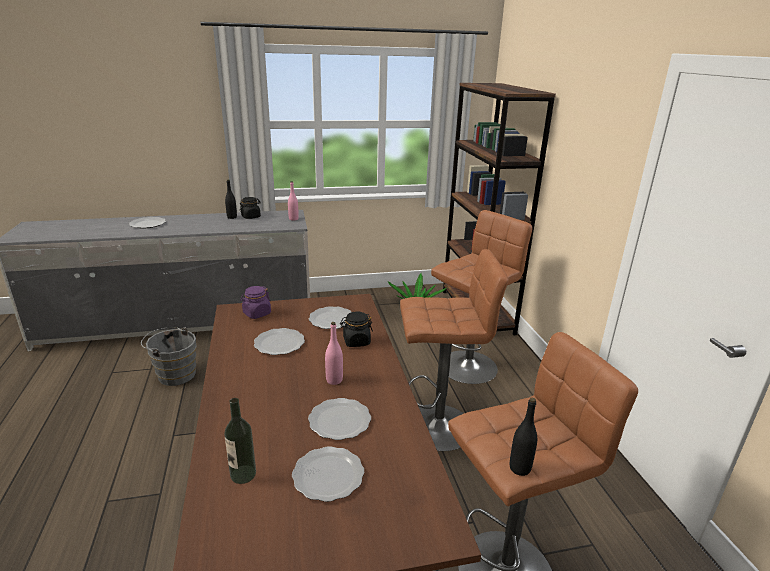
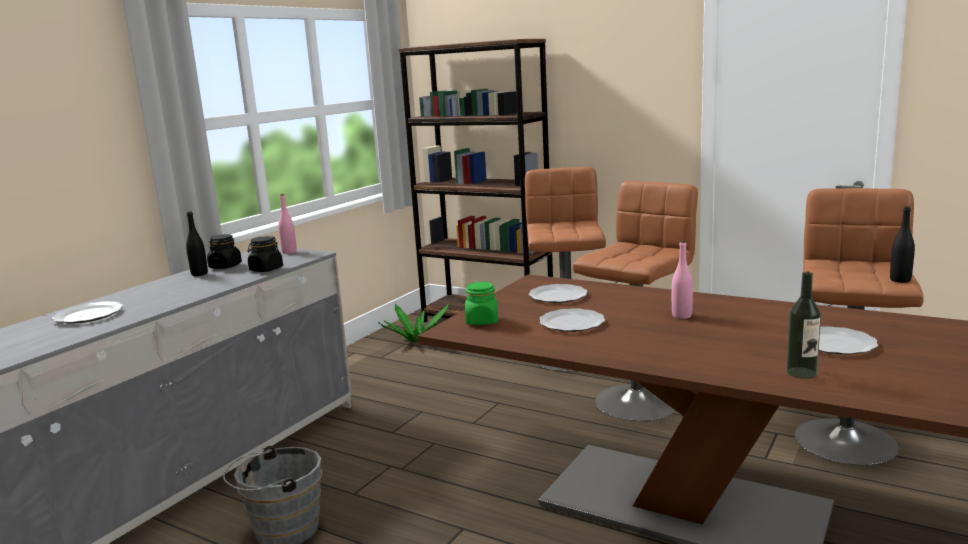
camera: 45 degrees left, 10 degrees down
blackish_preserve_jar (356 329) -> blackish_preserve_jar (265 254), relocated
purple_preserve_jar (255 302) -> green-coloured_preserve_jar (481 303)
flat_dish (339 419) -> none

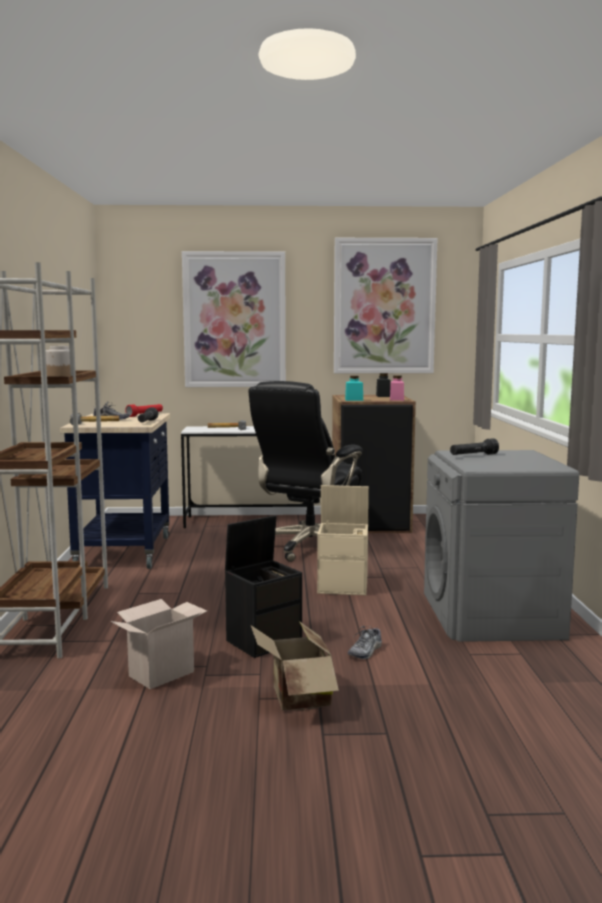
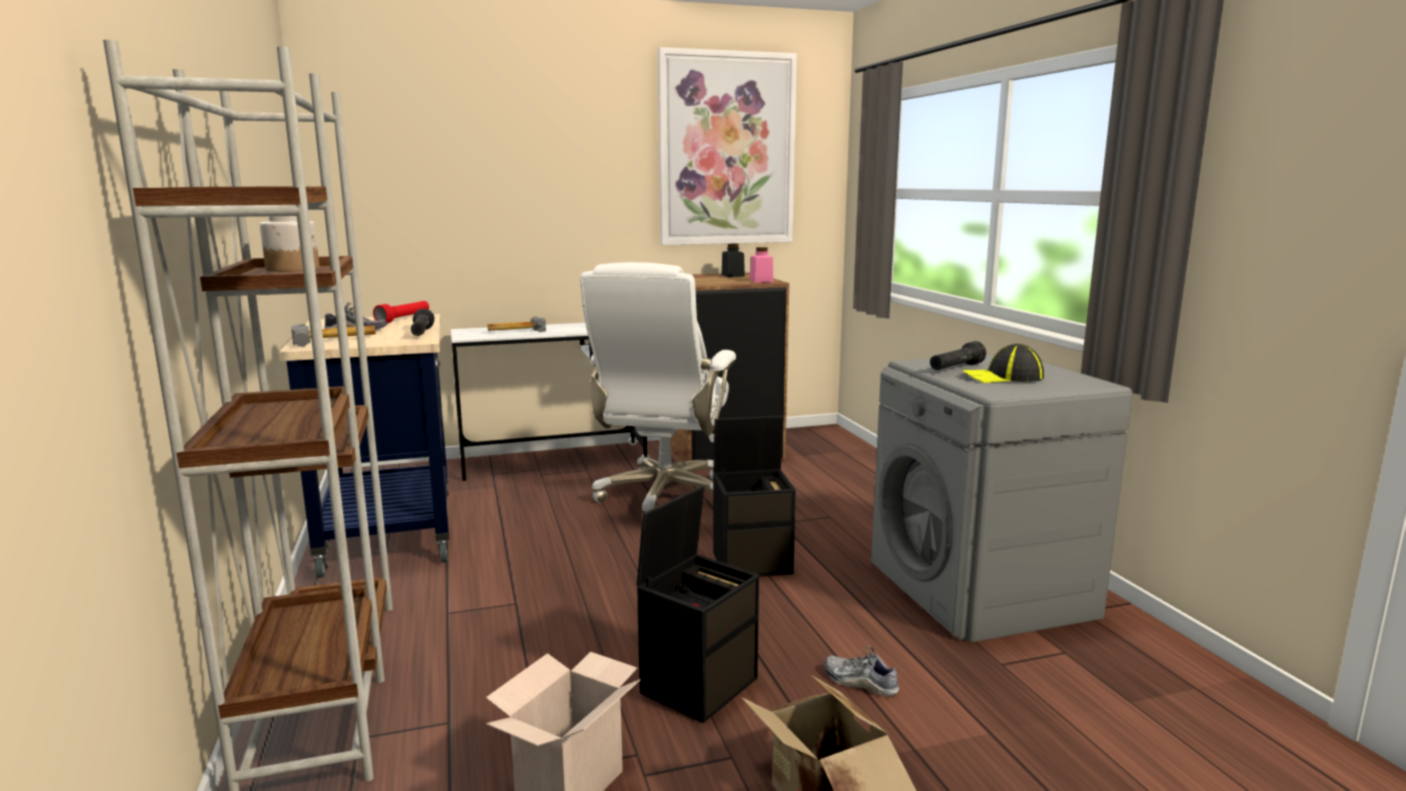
camera: 15 degrees left, 5 degrees up
blackish_computer_chair (306 471) -> whitish_computer_chair (658 387)
sand-coloured_storage_container (343 540) -> blackish_storage_container (754 496)
low_shoe (365 642) -> low_shoe (861 671), 105 degrees clockwise
none -> peaked_cap (1003 363)
wall_art (234 319) -> none
turquoise-coloured_preserve_jar (354 388) -> none

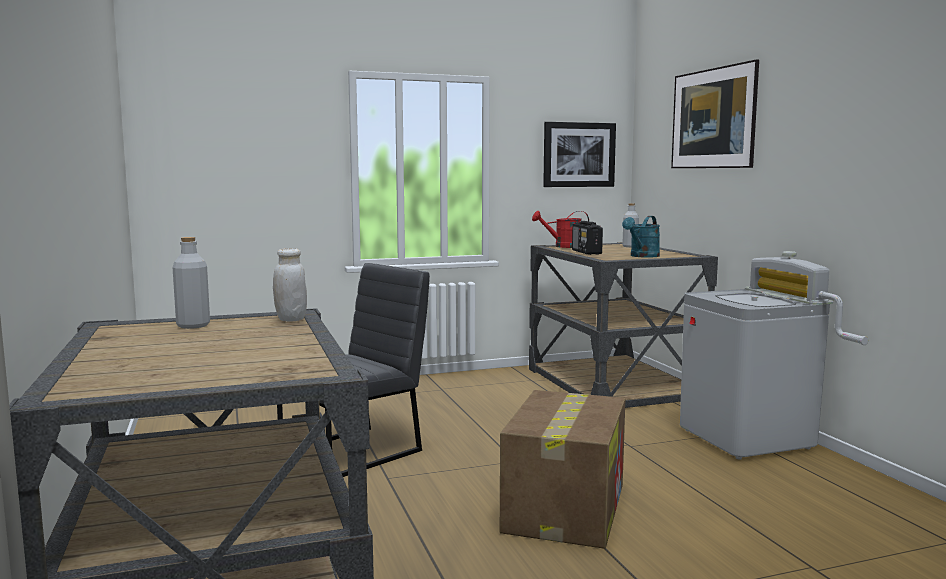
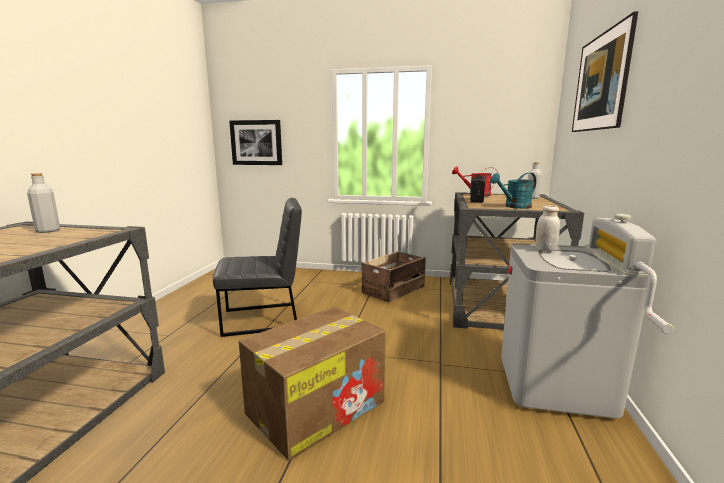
camera: 30 degrees right, 5 degrees up
wall_art (579 154) -> wall_art (255 142), relocated
none -> shipping_crate (394 276)
whitish_preserve_jar (290 284) -> whitish_preserve_jar (548 229), relocated

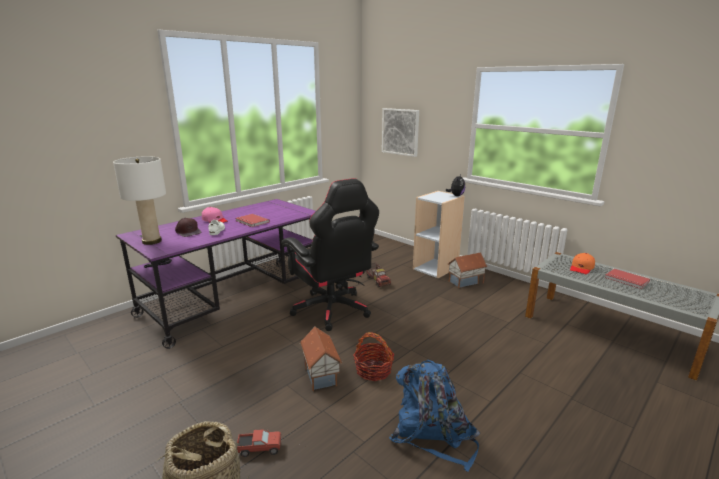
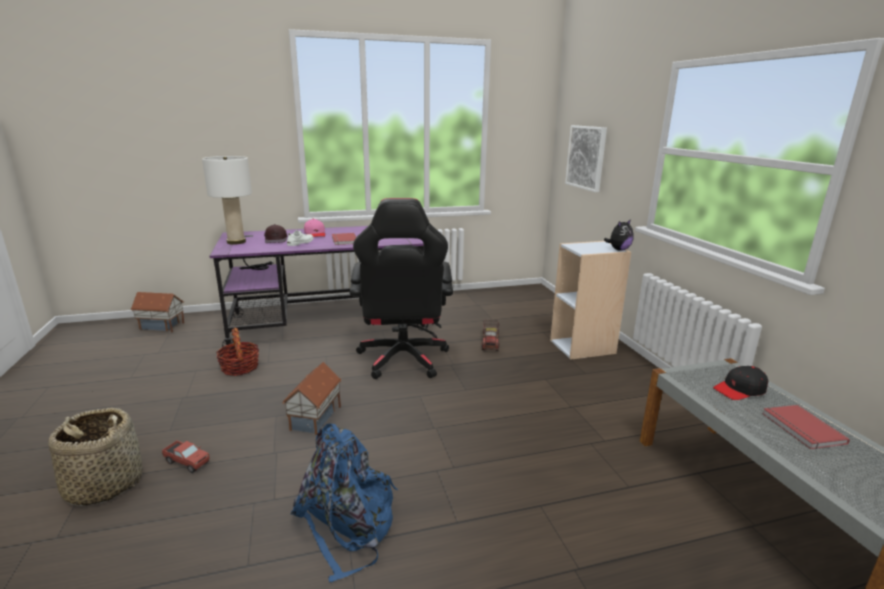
camera: 30 degrees right, 0 degrees up
model_house (467 270) -> model_house (157 312), relocated
basket (374 356) -> basket (237 352), relocated
orangey_peaked_cap (582 263) -> blackish_peaked_cap (740 383)

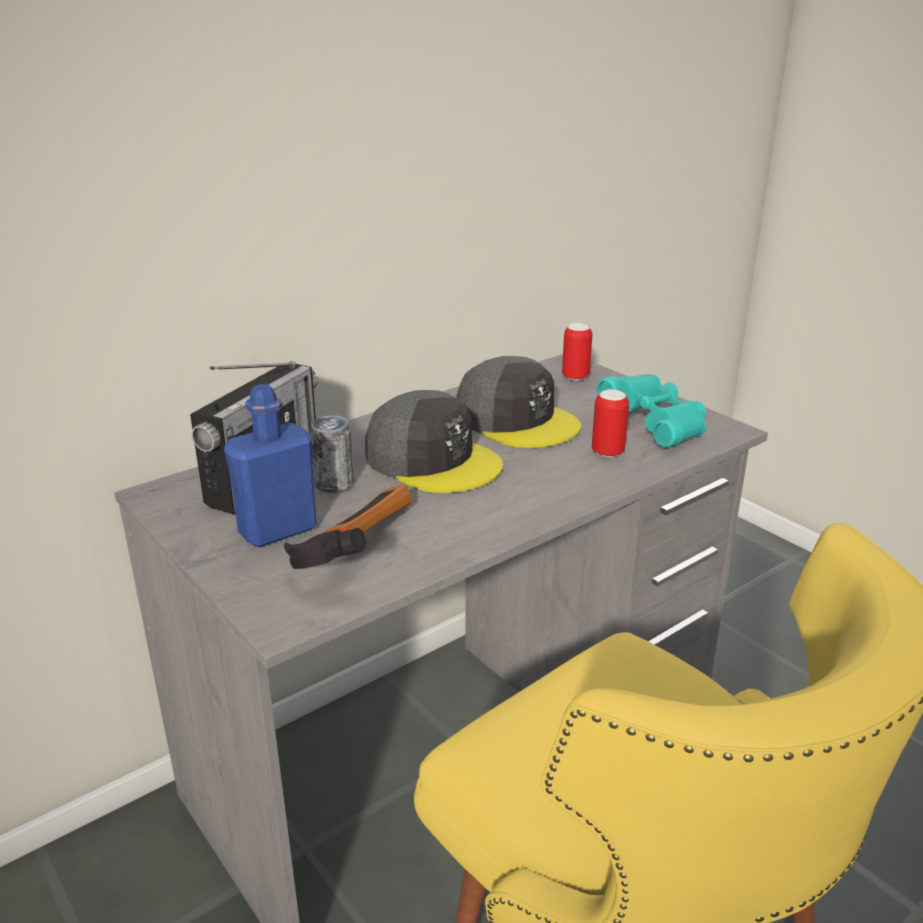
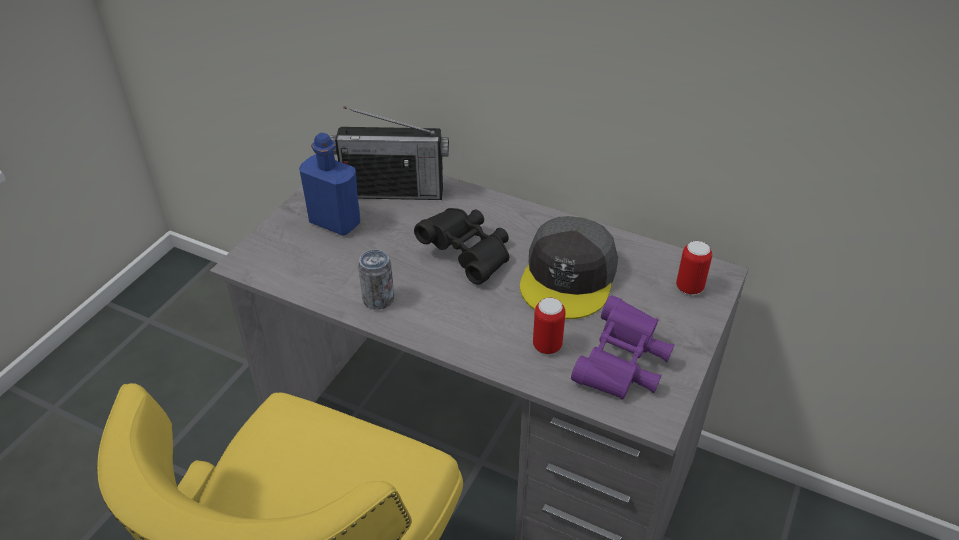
camera: 65 degrees right, 15 degrees up
can (332 454) -> can (376 279), relocated
greyish_peaked_cap (434 441) -> blackish_field_glasses (461 246)
turquoise-coloured_field_glasses (651 410) -> purple_field_glasses (623 347)
hammer (348 527) -> none

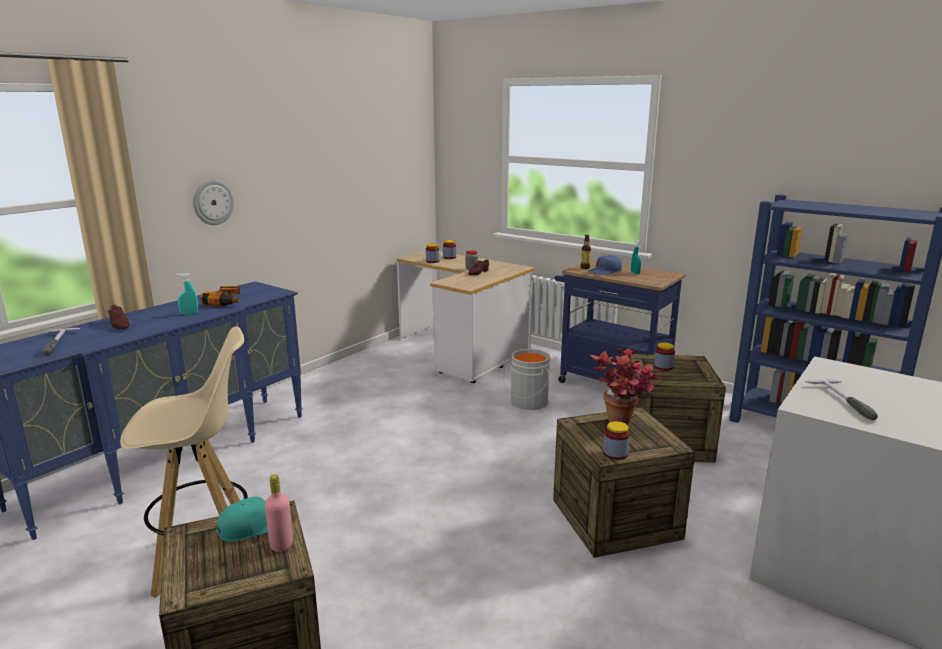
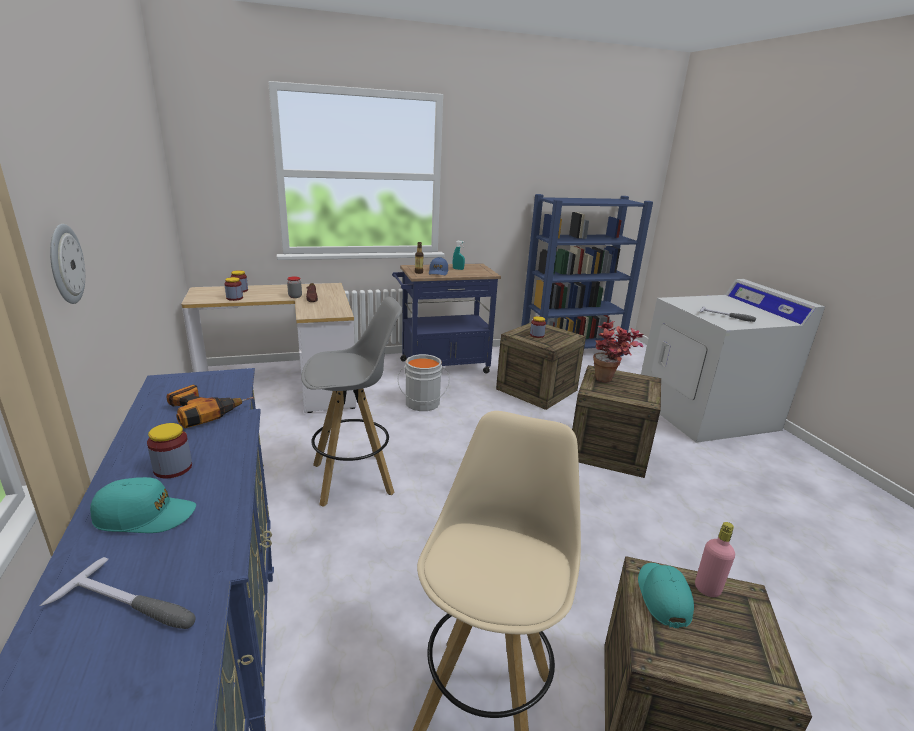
camera: 55 degrees left, 5 degrees up
brownish_low_shoe (118 317) -> turquoise-coloured_peaked_cap (143 505)
preserve_jar (616 440) -> preserve_jar (169 451), relocated
none -> greyish_stool (352 401)
turquoise-coloured_hand_sprayer (187 294) -> none

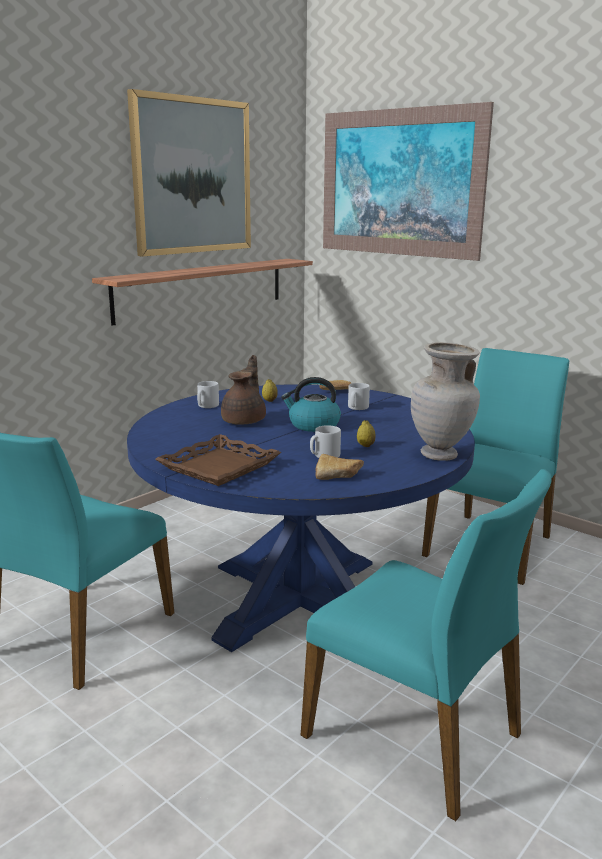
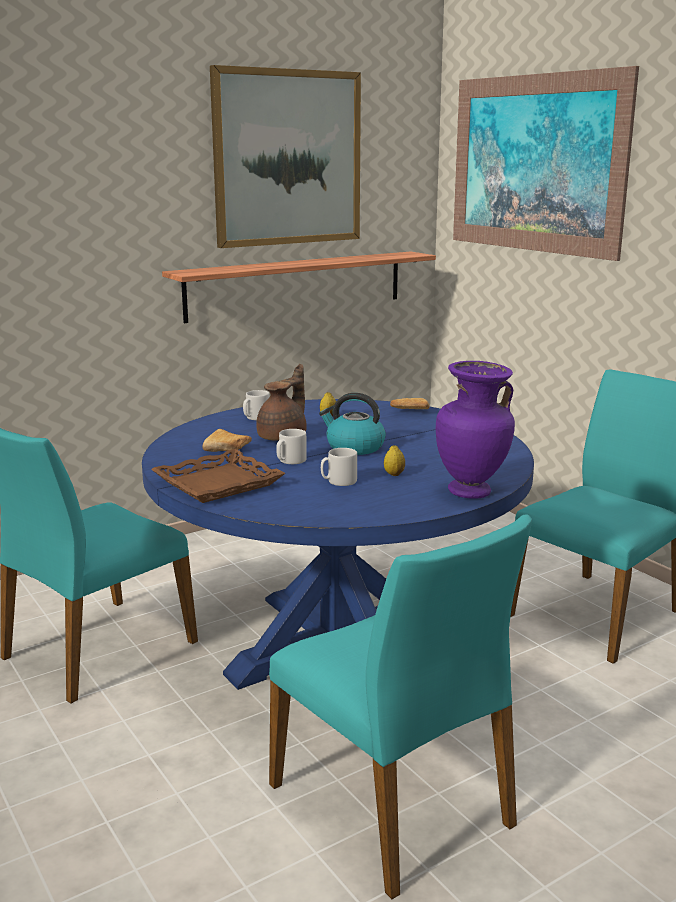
camera: 15 degrees right, 0 degrees up
bakery_bread (340 467) -> bakery_bread (227 440), relocated
greyish_mug (359 396) -> greyish_mug (291 446), relocated
sand-coloured_decorative_vase (445 401) -> purple_decorative_vase (475 430)

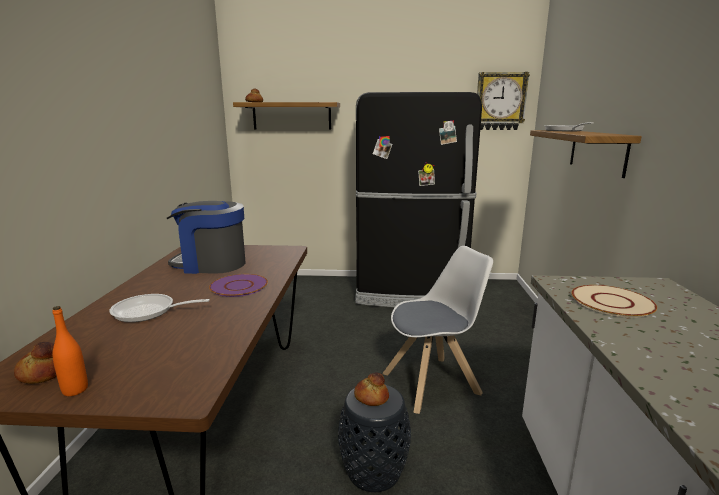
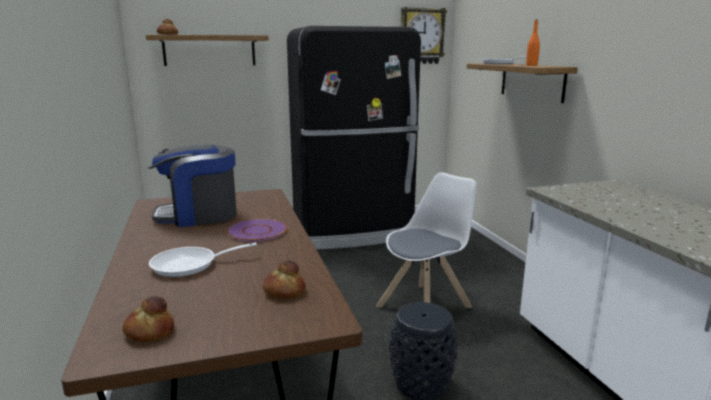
camera: 20 degrees left, 0 degrees up
bakery_bread (371 389) -> bakery_bread (284 279), relocated
orangey_bottle (70 351) -> orangey_bottle (533 43), relocated
sand-coloured_flat_dish (614 301) -> none

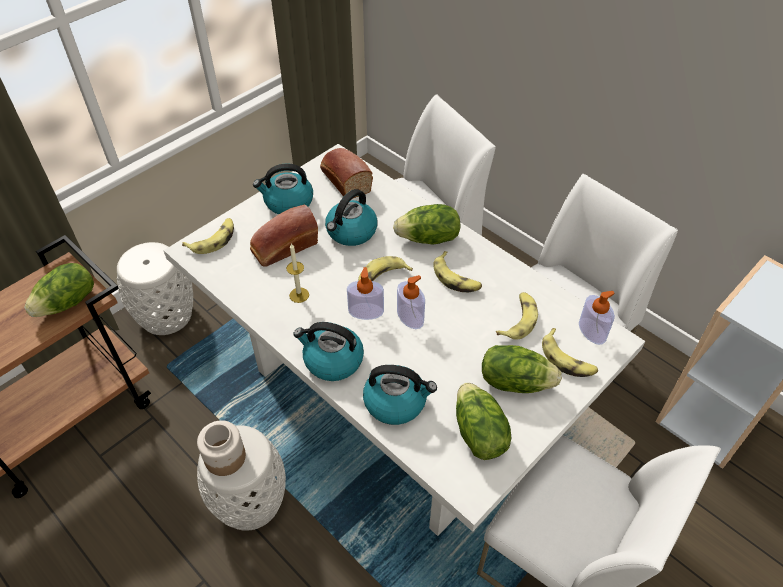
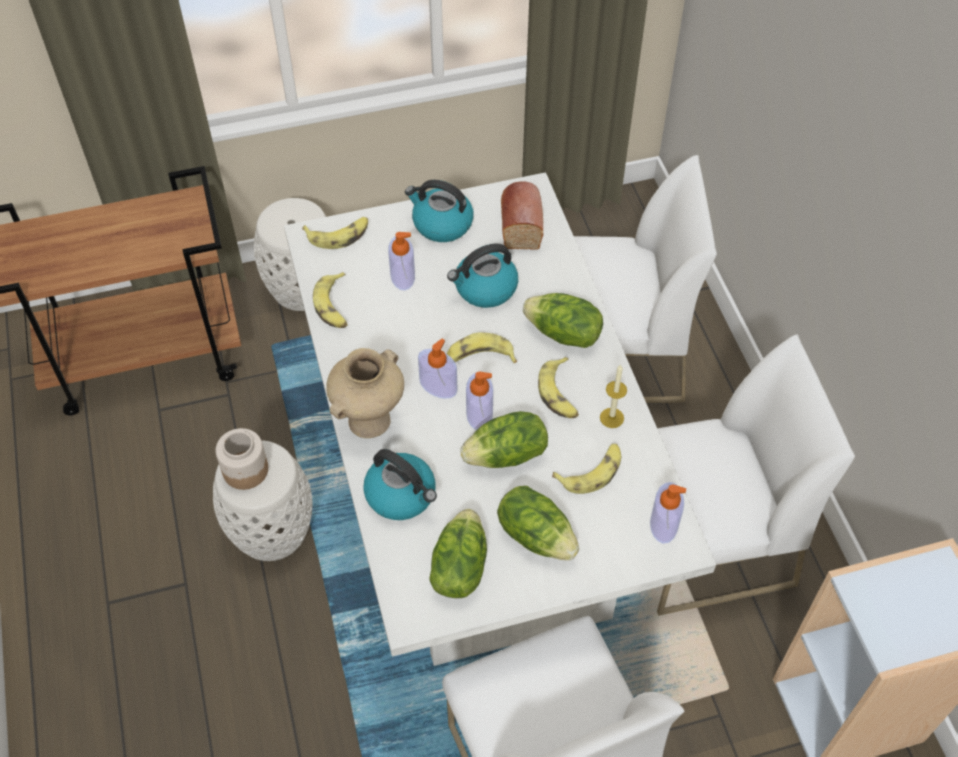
camera: 30 degrees right, 5 degrees up
banana (570 352) -> banana (330 300), relocated
water_kettle (328 351) -> sand-coloured_decorative_vase (365 393)
bakery_bread (284 236) -> liquid_soap_bottle (401 261)
lettuce_head (59 290) -> lettuce_head (504 439), relocated
wax_candle (297 273) -> wax_candle (613 396), relocated

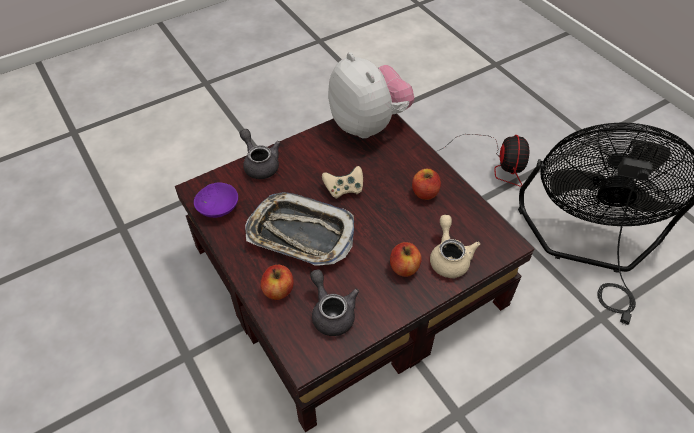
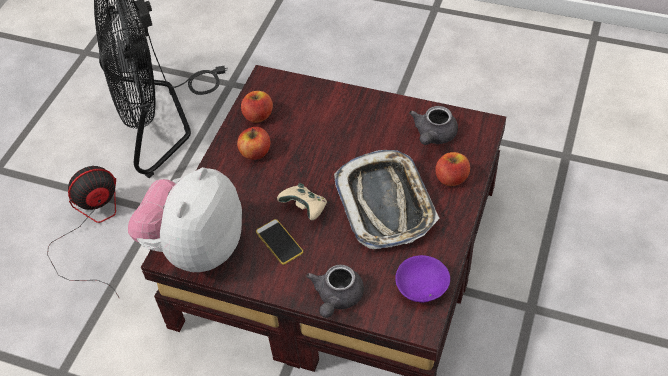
camera: 125 degrees left, 0 degrees up
whole_apple (406 259) -> whole_apple (257 107), relocated
none -> telephone (279 242)
sand-coloured_teapot (455 246) -> none

